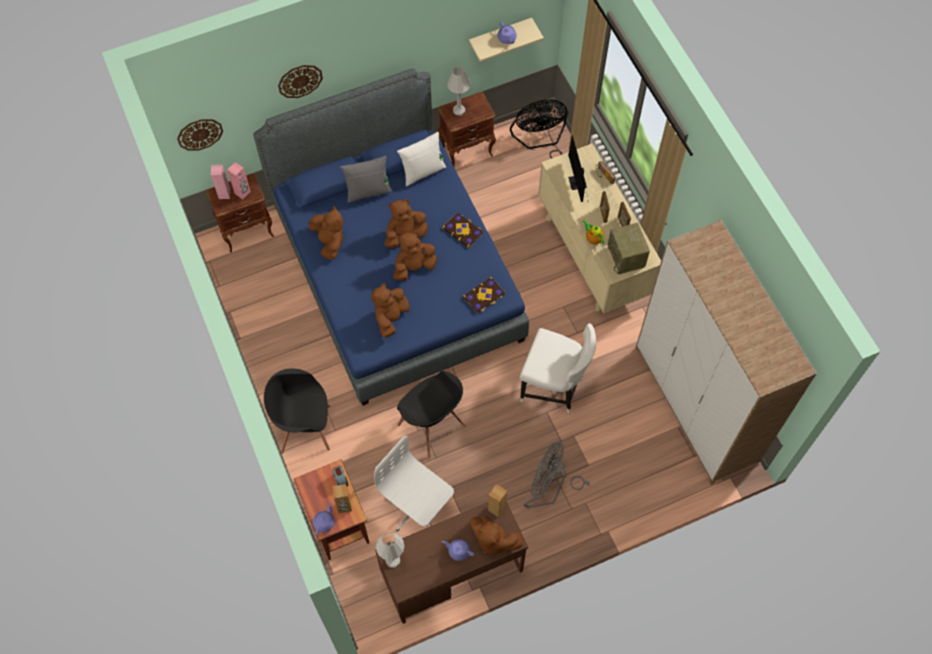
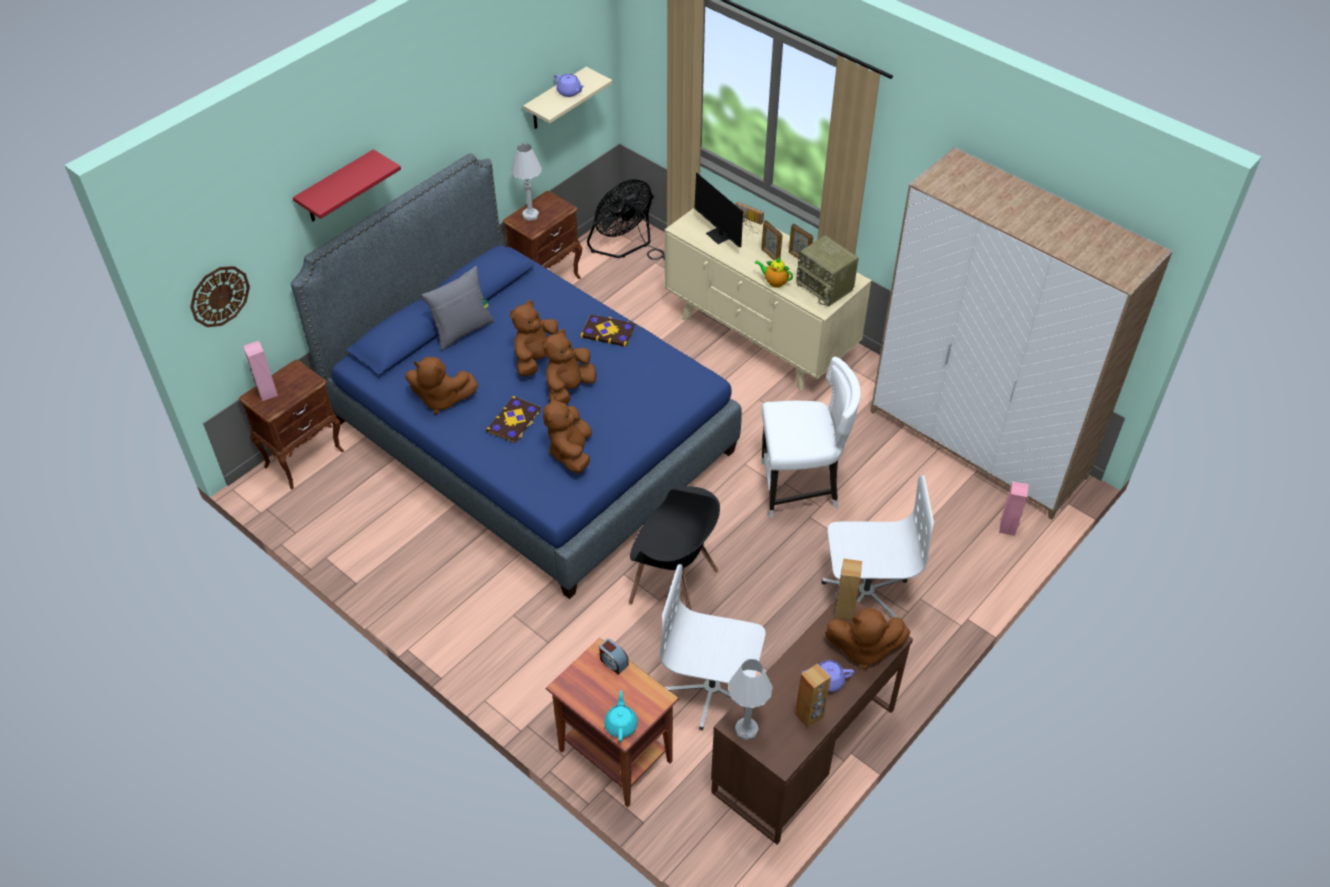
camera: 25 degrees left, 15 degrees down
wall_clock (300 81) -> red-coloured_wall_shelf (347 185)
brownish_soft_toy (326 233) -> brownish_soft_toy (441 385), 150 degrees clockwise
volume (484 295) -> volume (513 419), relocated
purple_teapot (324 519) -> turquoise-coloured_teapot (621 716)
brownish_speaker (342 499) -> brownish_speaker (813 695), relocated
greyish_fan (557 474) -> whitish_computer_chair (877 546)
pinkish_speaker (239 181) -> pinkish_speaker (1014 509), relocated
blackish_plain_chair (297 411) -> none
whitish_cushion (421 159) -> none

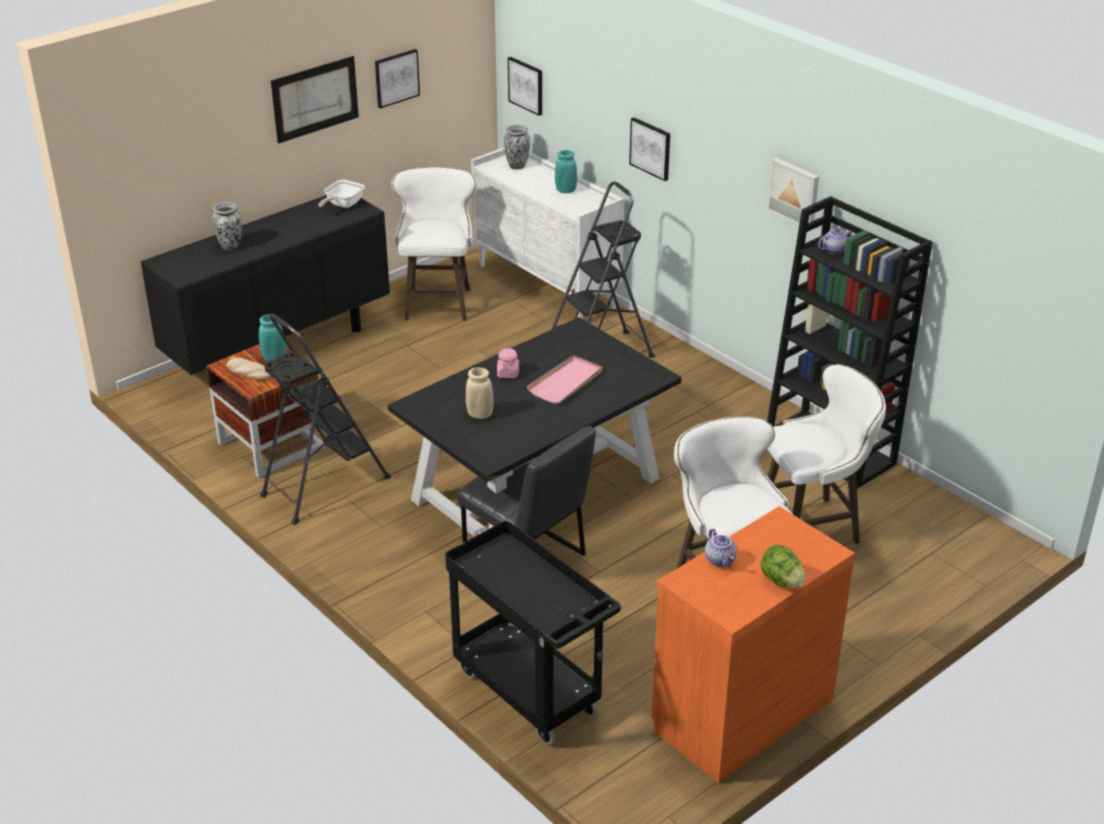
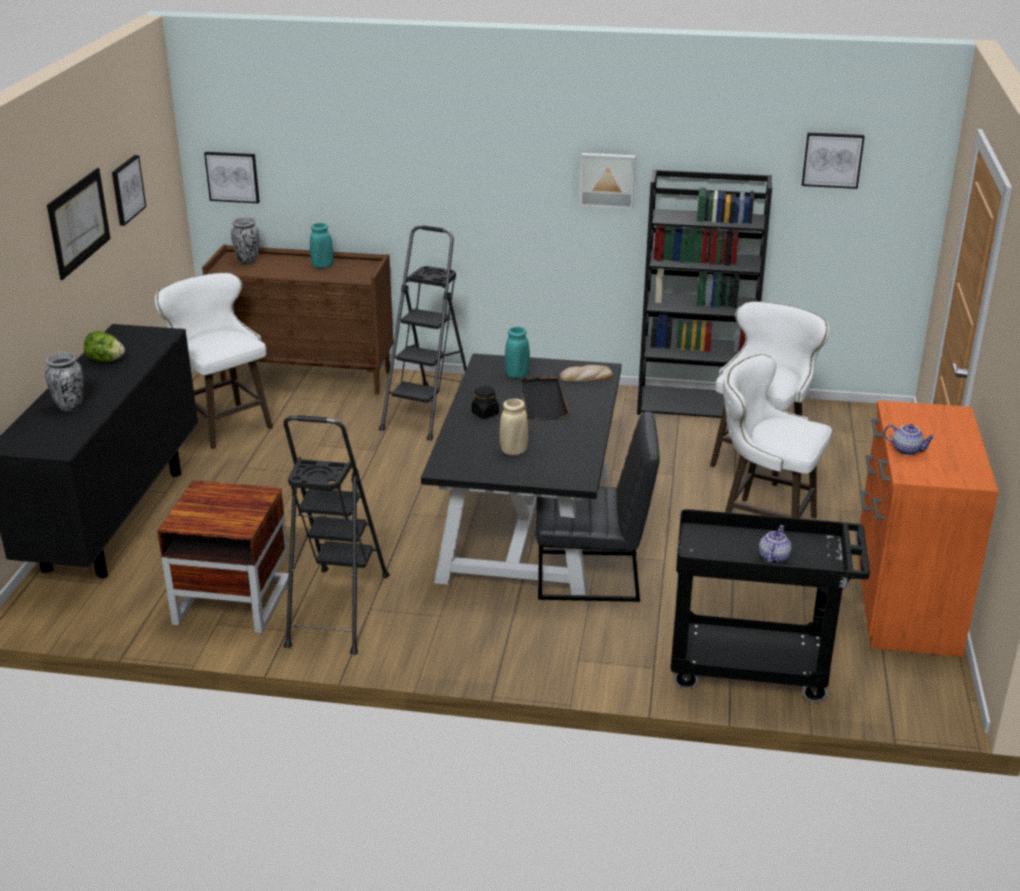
camera: 40 degrees left, 5 degrees down
lettuce_head (783 566) -> lettuce_head (104 346), relocated
whitish_cabinet (548 233) -> brownish_cabinet (298 320)
pinkish_preserve_jar (508 363) -> blackish_preserve_jar (485 402)
turquoise-coloured_decorative_vase (272 337) -> turquoise-coloured_decorative_vase (517 352), relocated
pinkish_serving_tray (565 379) -> blackish_serving_tray (545 398)
bakery_bread (249 369) -> bakery_bread (586 373), relocated
teapot (835 241) -> teapot (775 544), relocated
wall_art (649 149) -> wall_art (833 161), relocated
pan (341 194) -> none

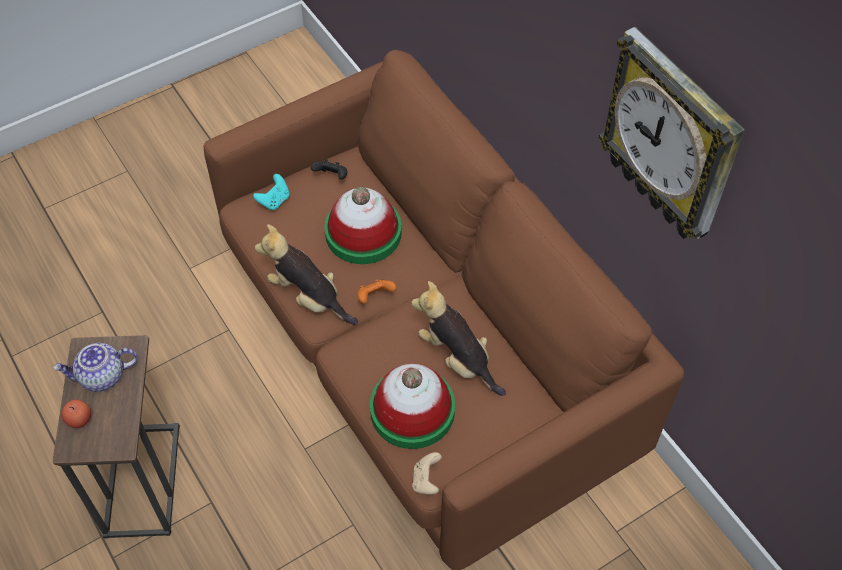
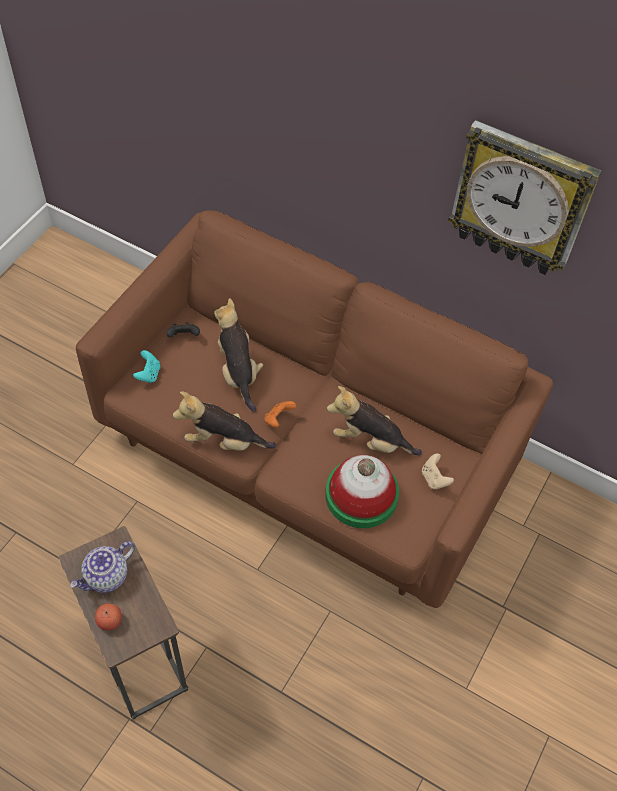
camera: 30 degrees left, 0 degrees up
wearable_hat (363 225) -> soft_toy (238 355)
sand-coloured_gamepad (427 473) -> sand-coloured_gamepad (438 471), relocated

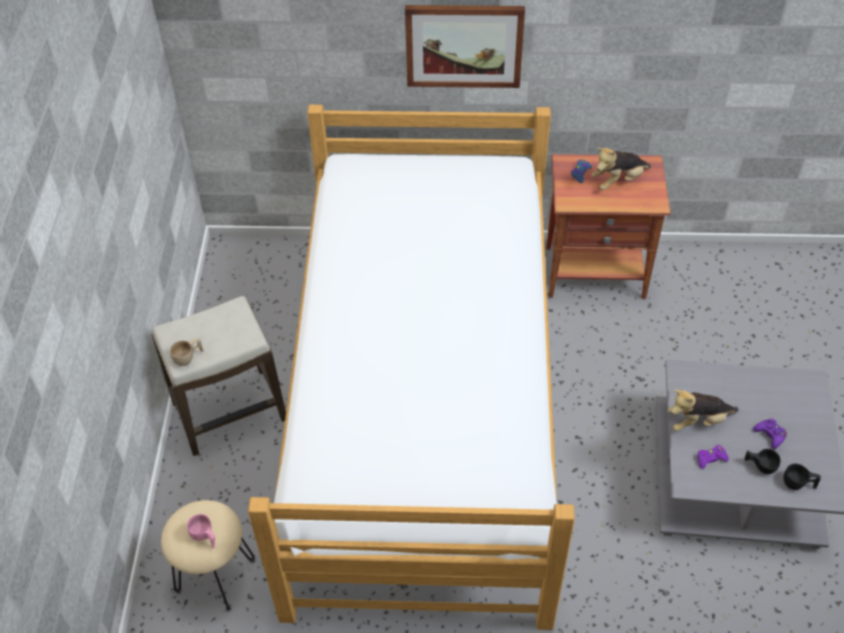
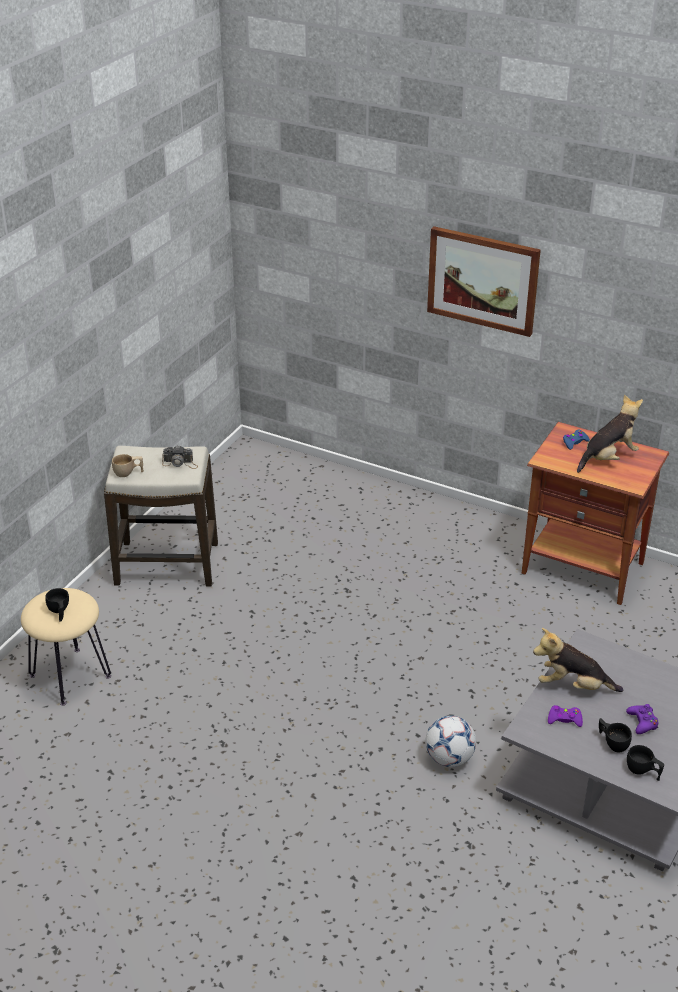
camera: 25 degrees right, 15 degrees down
pinkish_drinking_cup (201 531) -> blackish_drinking_cup (57 605)
none -> photo_camera (180 457)
none -> football_ball (451 741)
soft_toy (621 169) -> soft_toy (610 434), 150 degrees clockwise
bedroom_bed (411 367) -> none

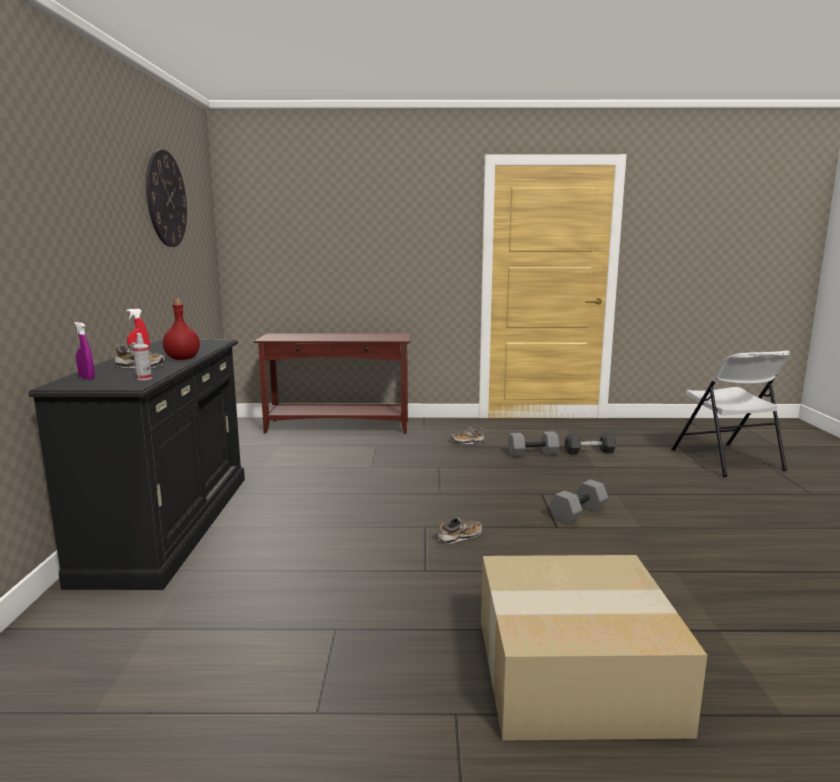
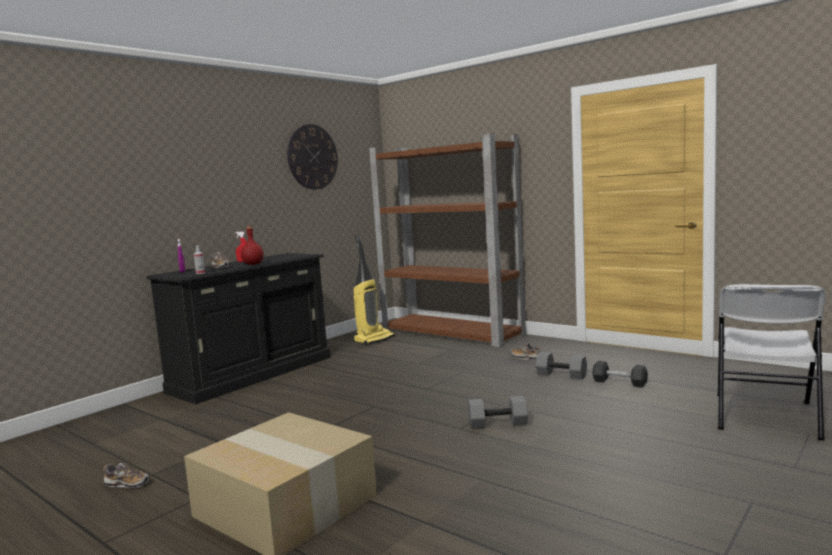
camera: 40 degrees right, 5 degrees down
low_shoe (460 530) -> low_shoe (126 475), relocated
none -> hoover (374 289)
brownish_hall_table (332 383) -> brownish_shelving_unit (447 240)

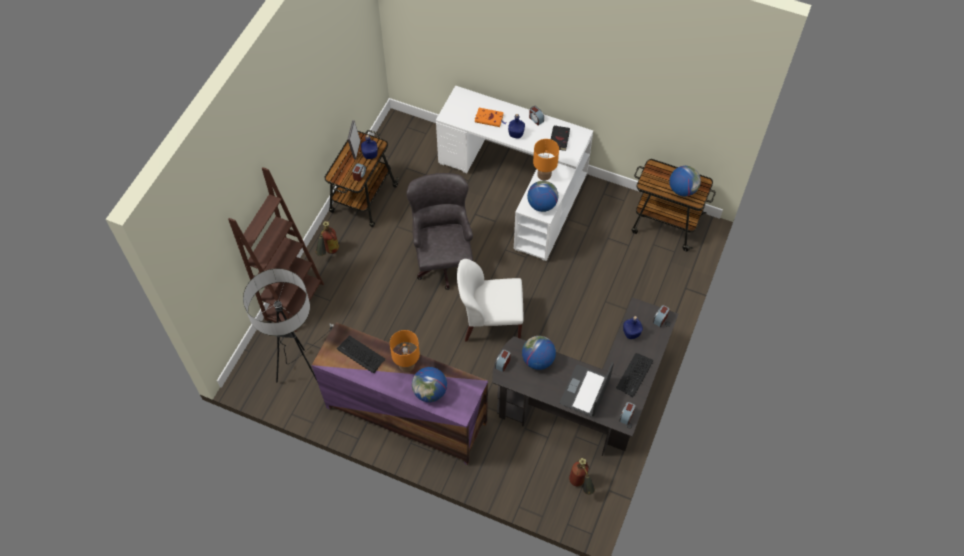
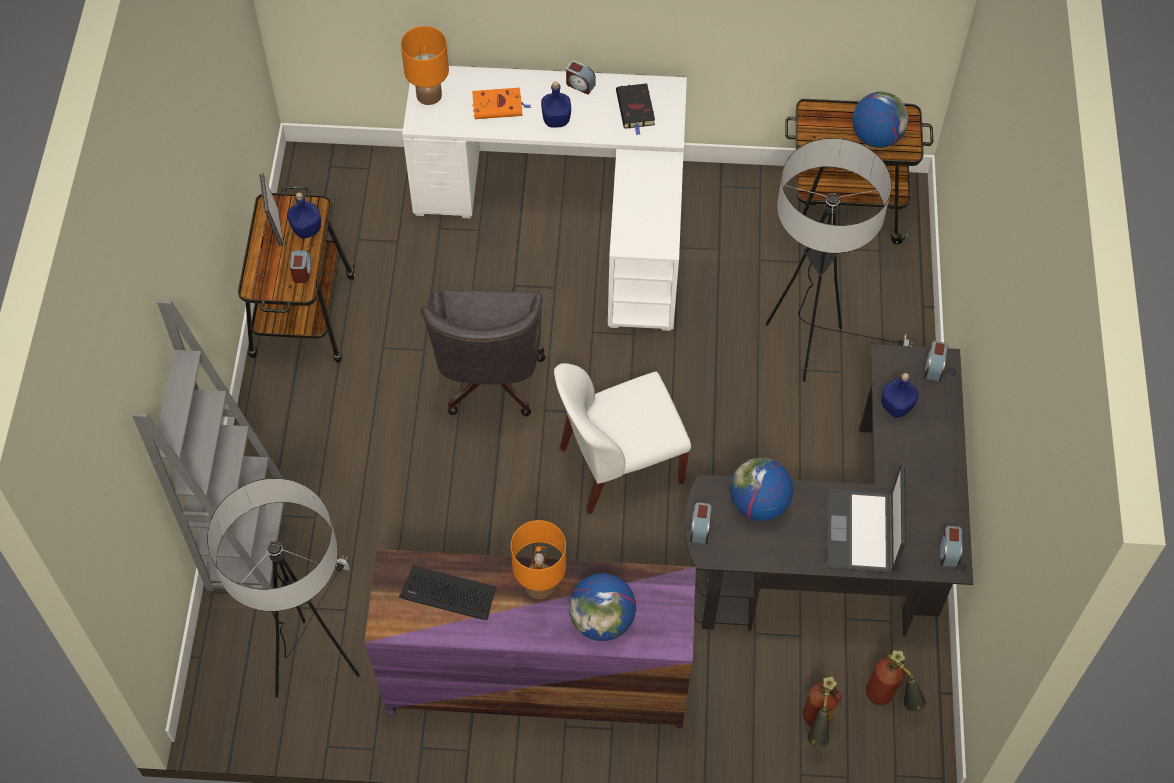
camera: 20 degrees left, 0 degrees up
brownish_shelving_unit (276 249) -> greyish_shelving_unit (208 445)
orangey_table_lamp (546 160) -> orangey_table_lamp (425 65), relocated
greyish_computer_chair (439 231) -> greyish_computer_chair (483 353), 150 degrees counterclockwise
none -> standing_lamp (840 260)
extinguisher (327 238) -> extinguisher (822 712), relocated
world_globe (543 196) -> none
computer_keyboard (634 375) -> none

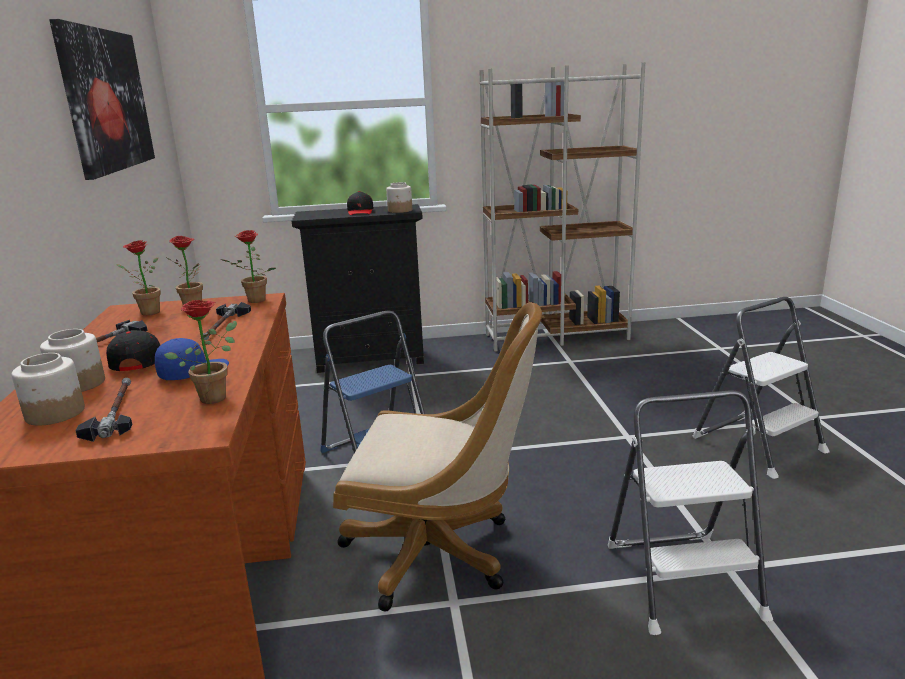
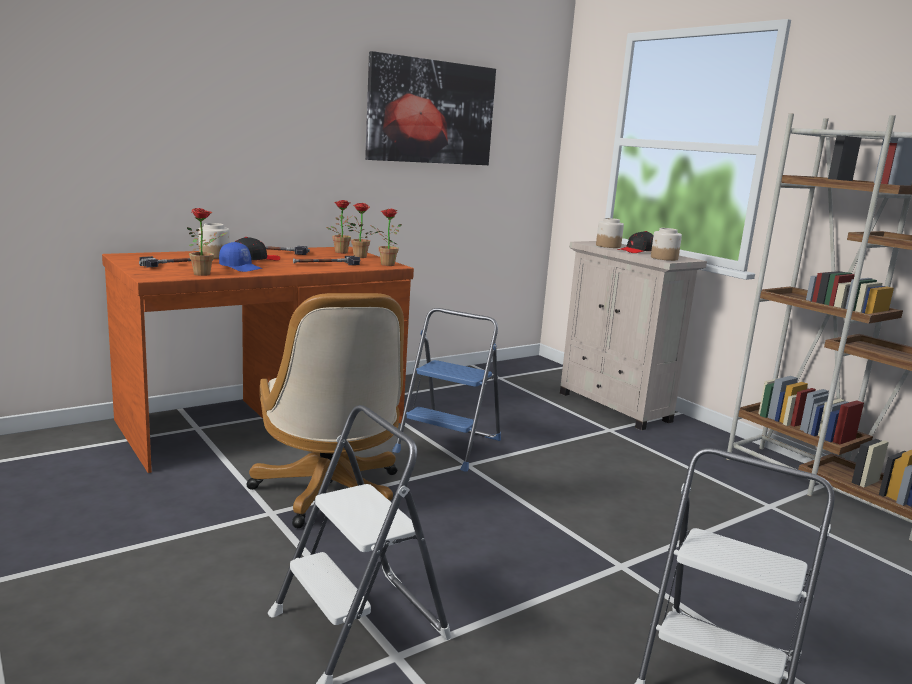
camera: 60 degrees right, 5 degrees down
blackish_cabinet (358 288) -> sand-coloured_cabinet (633 336)
preserve_jar (48 389) -> preserve_jar (610 233), relocated

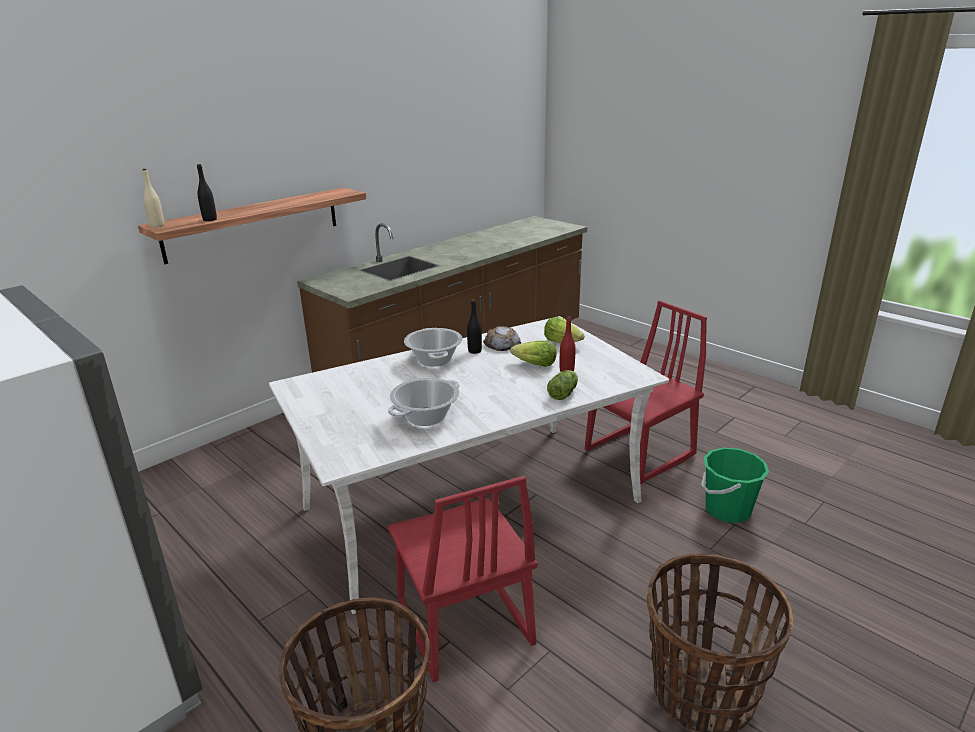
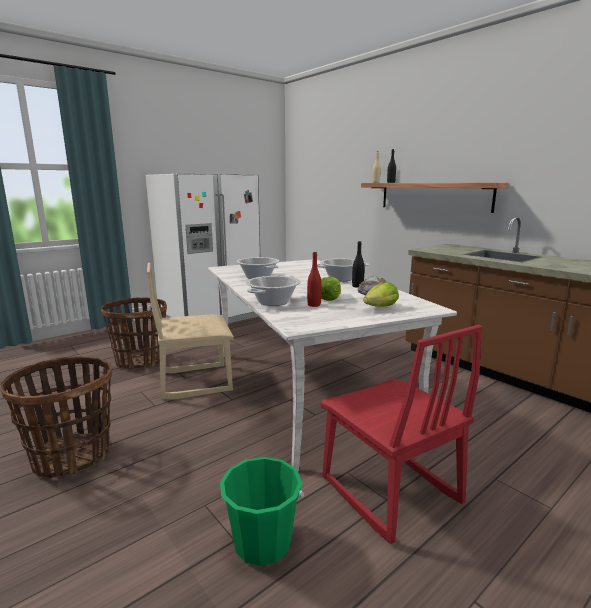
camera: 95 degrees right, 10 degrees down
red-coloured_plain_chair (462 579) -> sand-coloured_plain_chair (190 331)
lettuce_head (562 385) -> stockpot (273 291)

